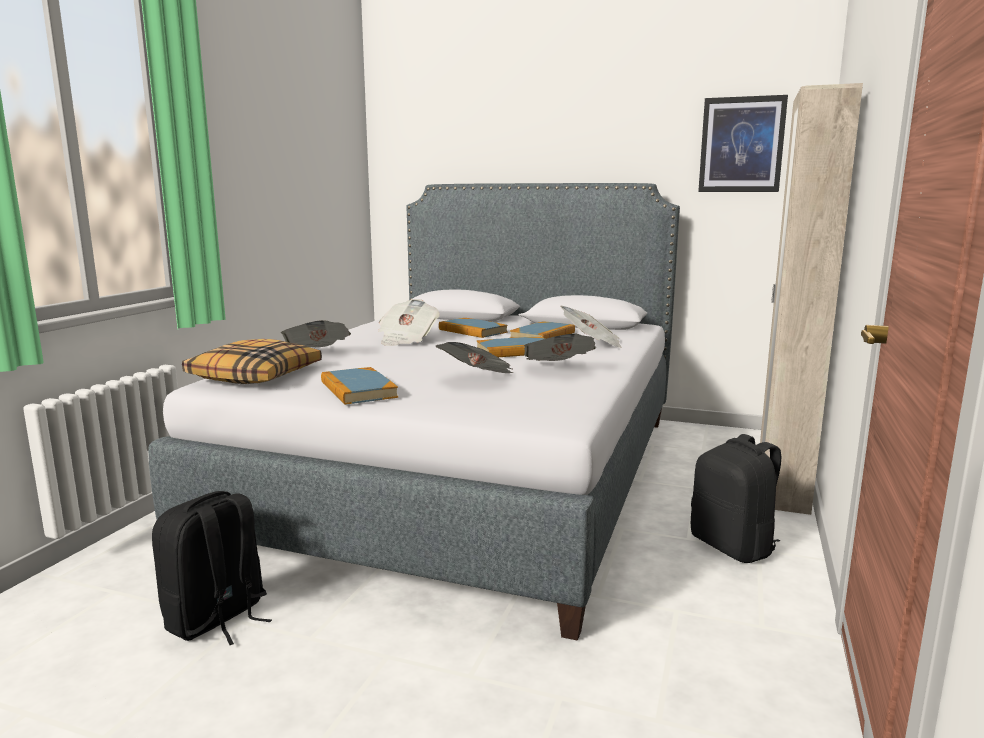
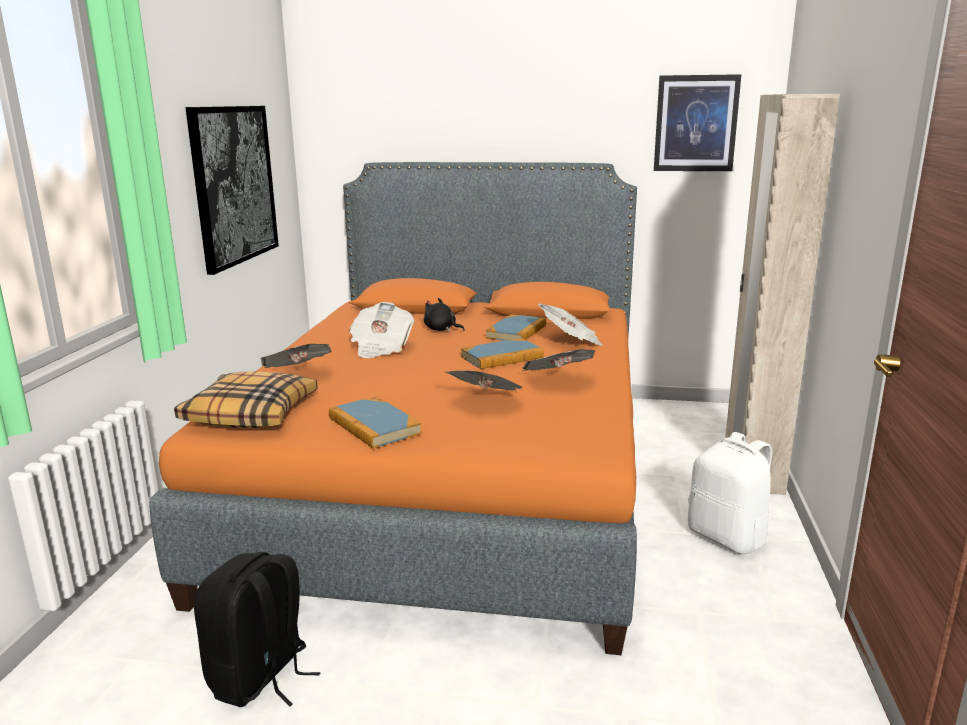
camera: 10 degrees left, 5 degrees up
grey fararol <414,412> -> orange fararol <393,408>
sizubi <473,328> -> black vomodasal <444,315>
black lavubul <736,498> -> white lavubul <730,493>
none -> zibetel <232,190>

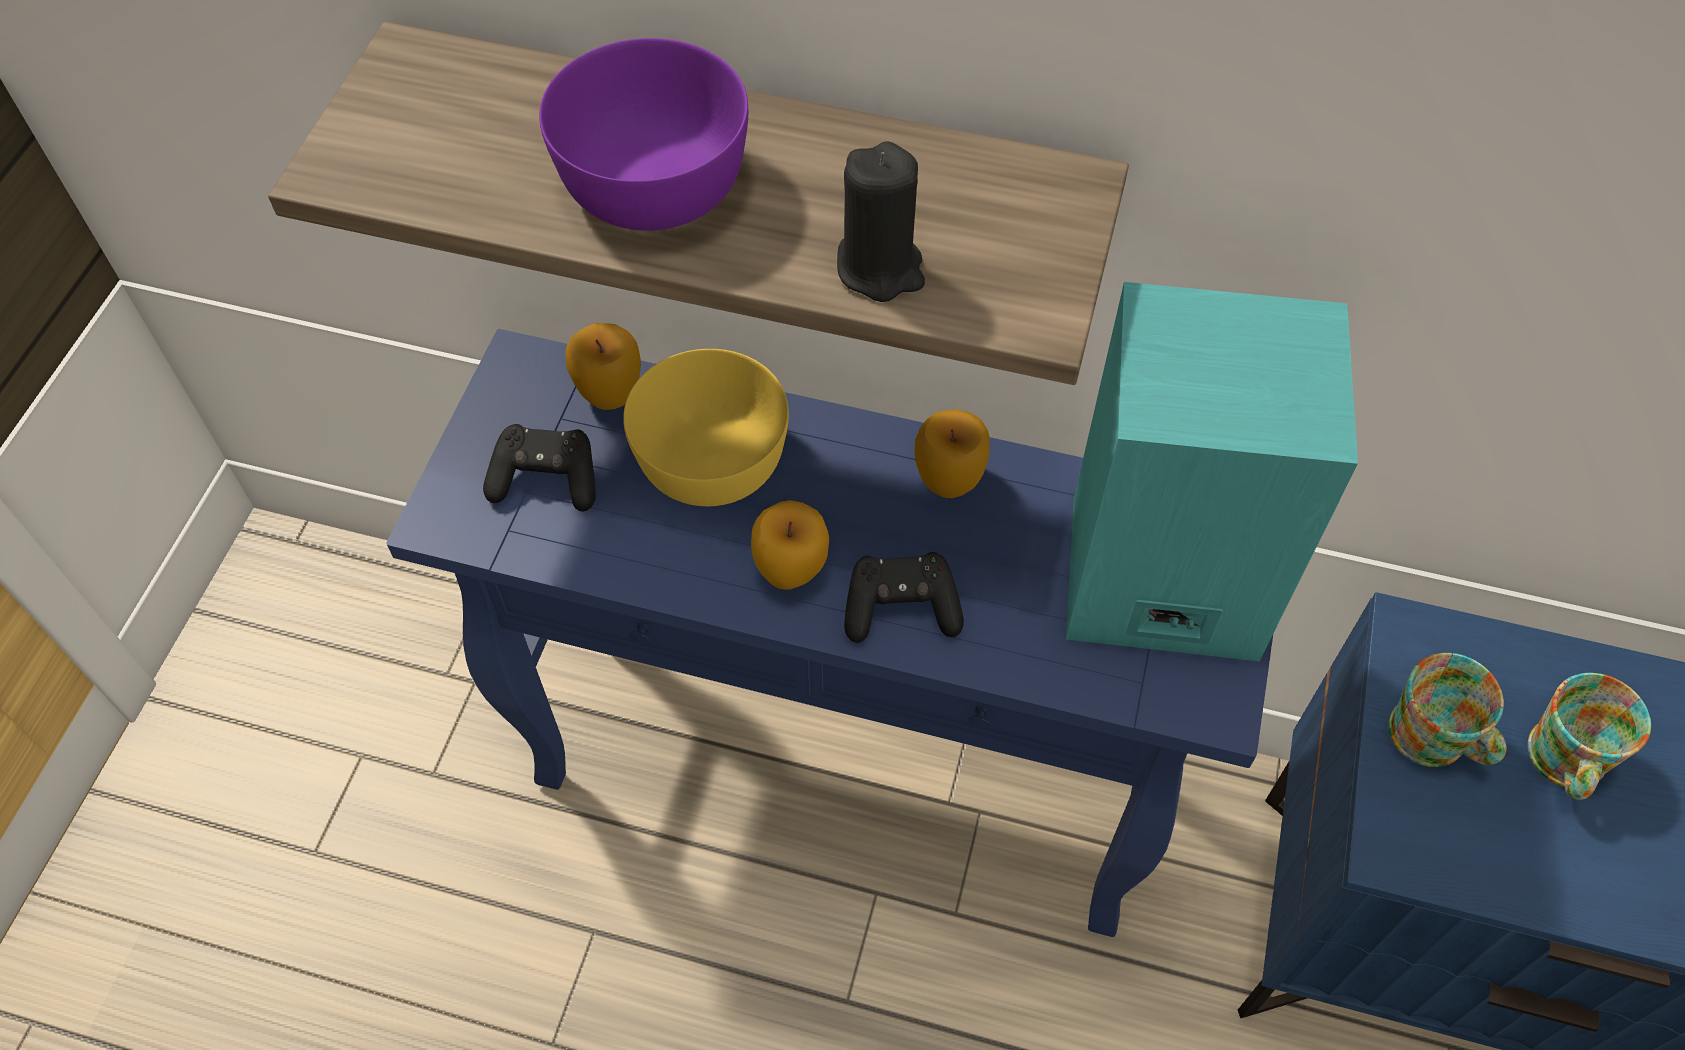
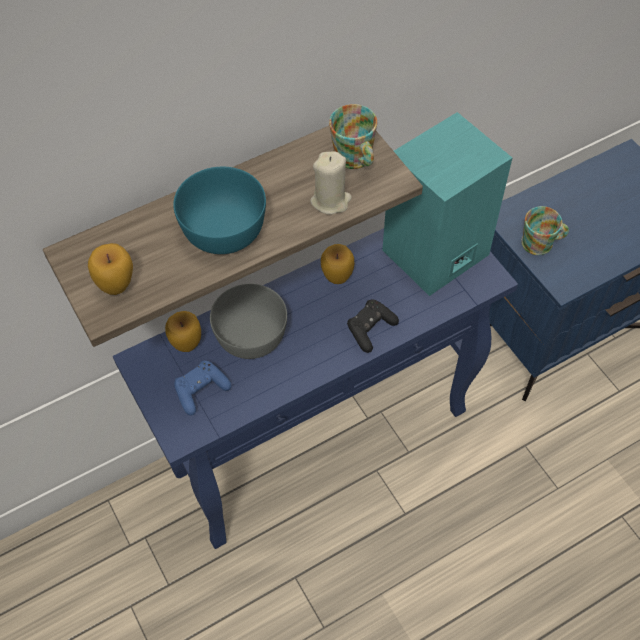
camera: 45 degrees left, 0 degrees up
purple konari <643,134> -> turquoise konari <219,210>
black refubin <881,221> -> beige refubin <331,183>
yellow konari <706,427> -> grey konari <248,321>
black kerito <539,468> -> blue kerito <202,388>
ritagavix <790,545> -> ritagavix <110,269>, move
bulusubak <1589,736> -> bulusubak <353,136>, move

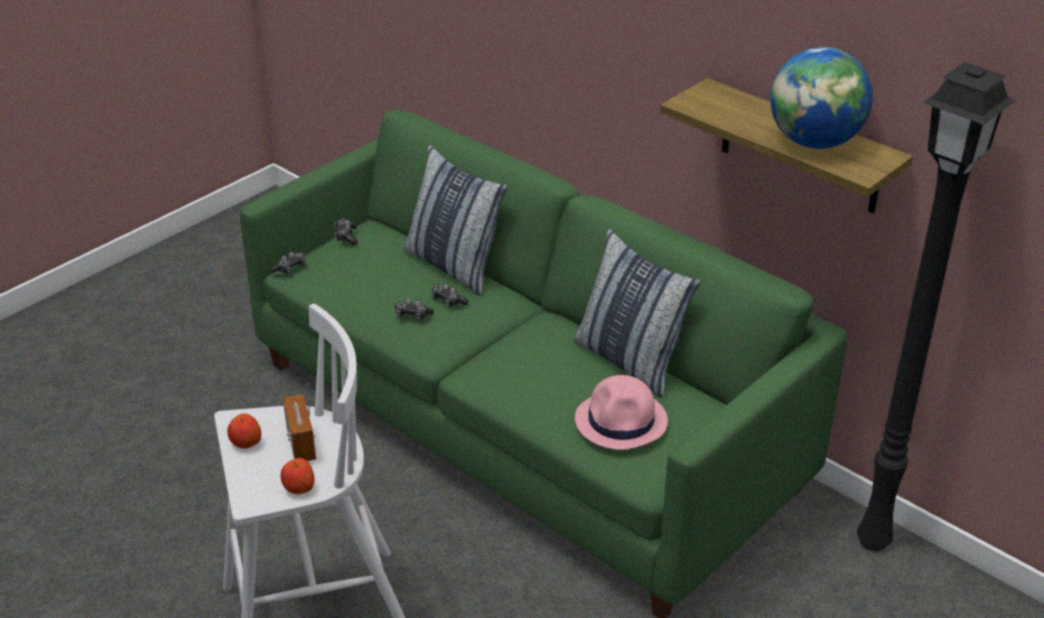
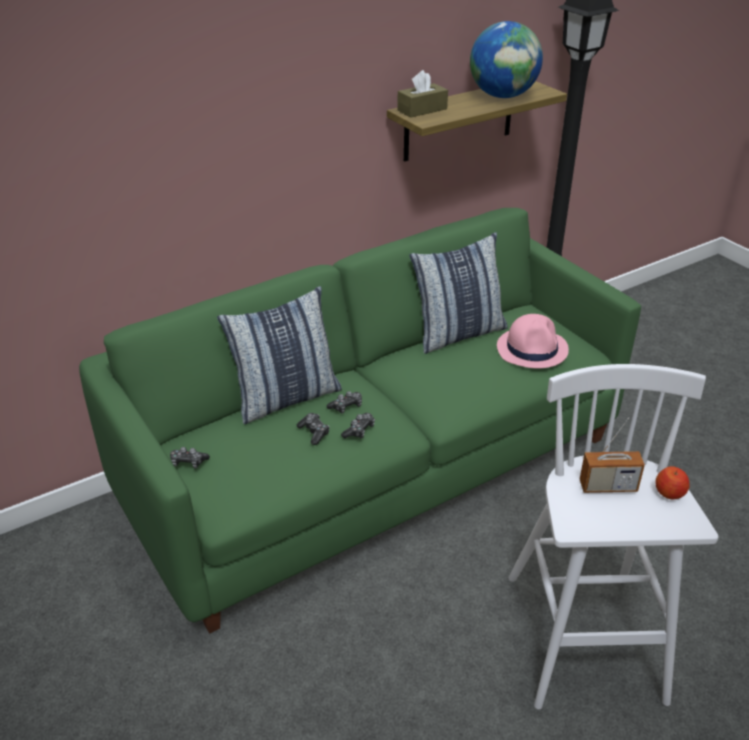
camera: 75 degrees left, 0 degrees up
kerito <288,263> -> kerito <313,429>, move
ritagavix <244,430> -> none
none -> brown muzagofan <422,93>

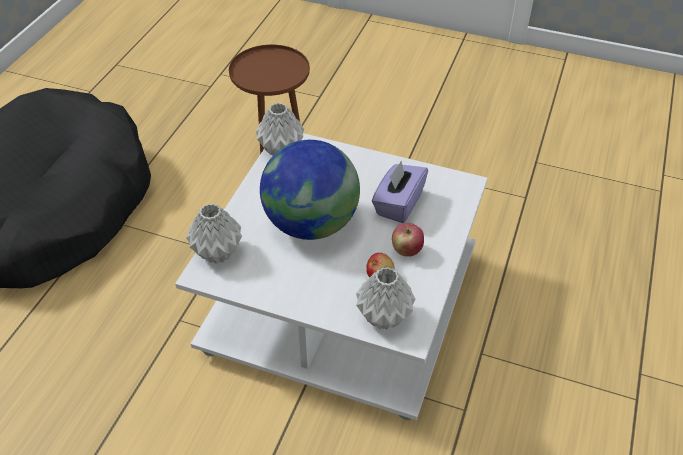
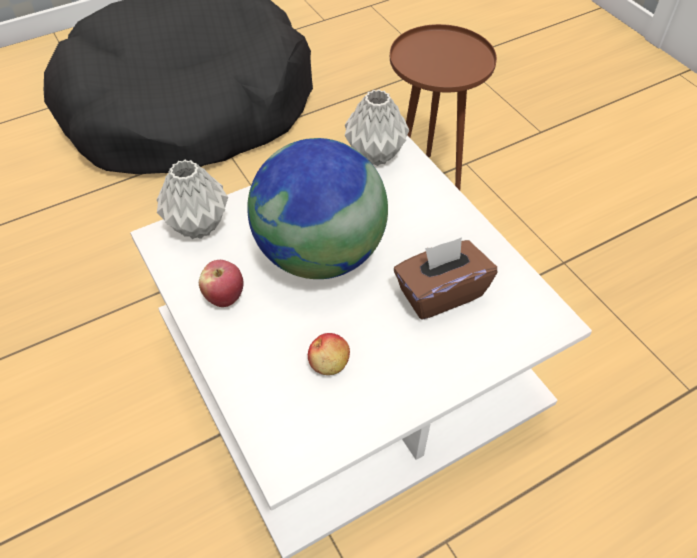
camera: 40 degrees right, 5 degrees up
purple muzagofan <400,192> -> brown muzagofan <446,278>
ritagavix <408,240> -> ritagavix <221,283>, move
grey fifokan <385,298> -> none

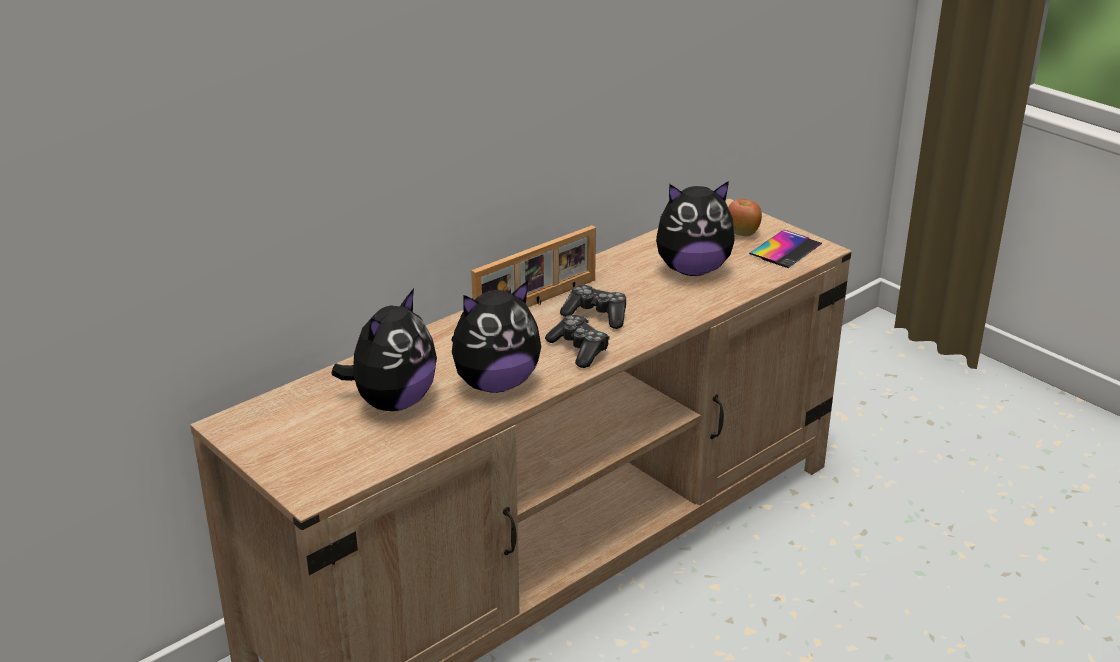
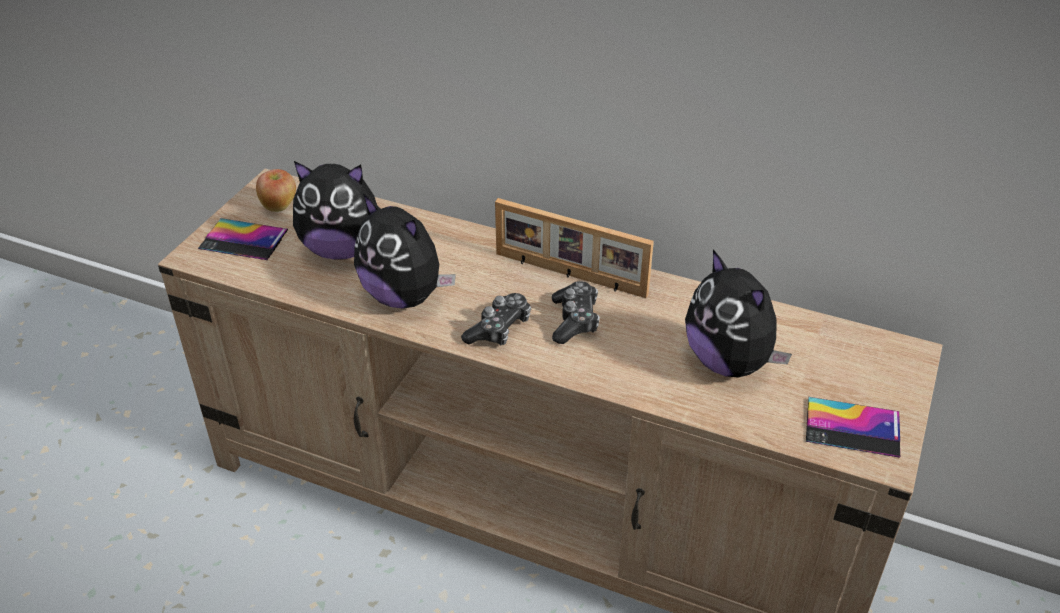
camera: 65 degrees right, 10 degrees up
ritagavix <745,218> -> ritagavix <276,190>, move
none -> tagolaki <243,239>

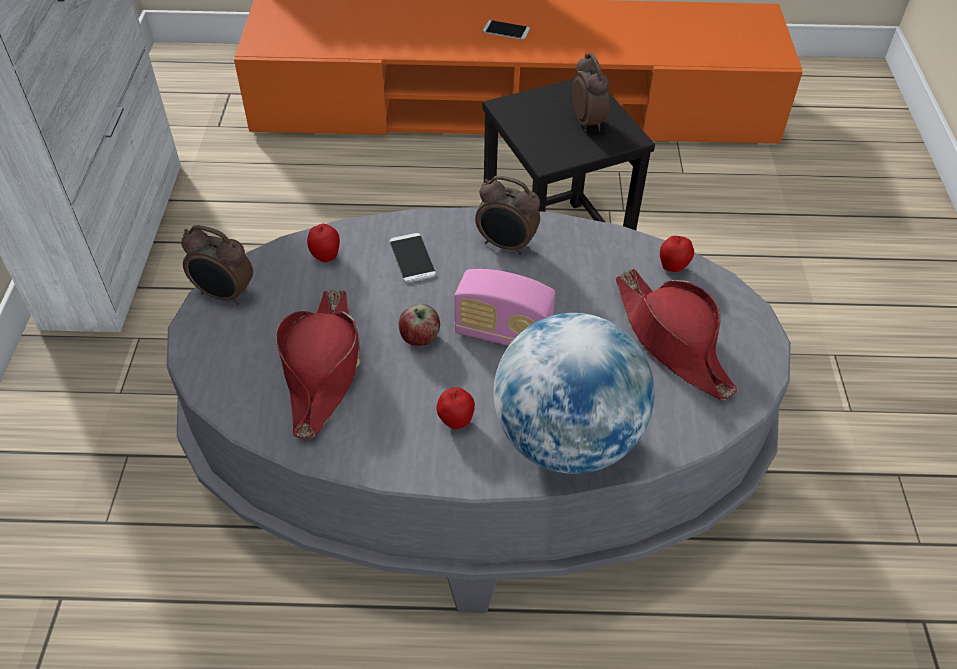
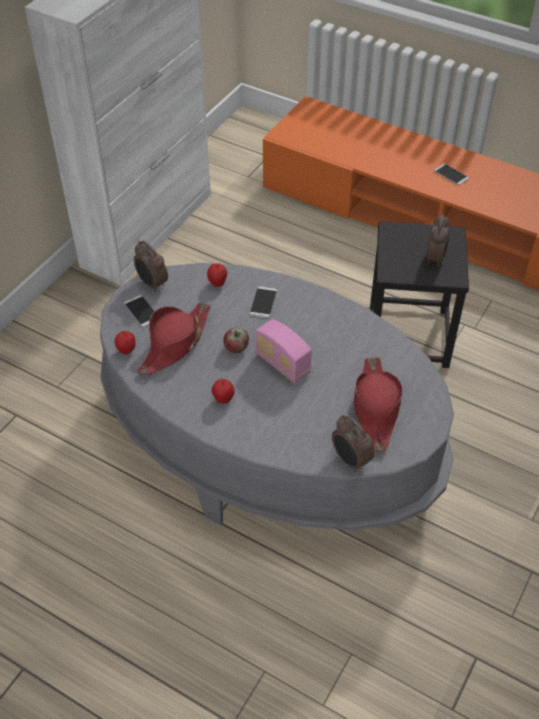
camera: 30 degrees right, 0 degrees up
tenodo <507,215> -> tenodo <353,443>, move
ritagavix <677,254> -> ritagavix <125,343>, move
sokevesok <573,393> -> none
none -> tagolaki <139,311>

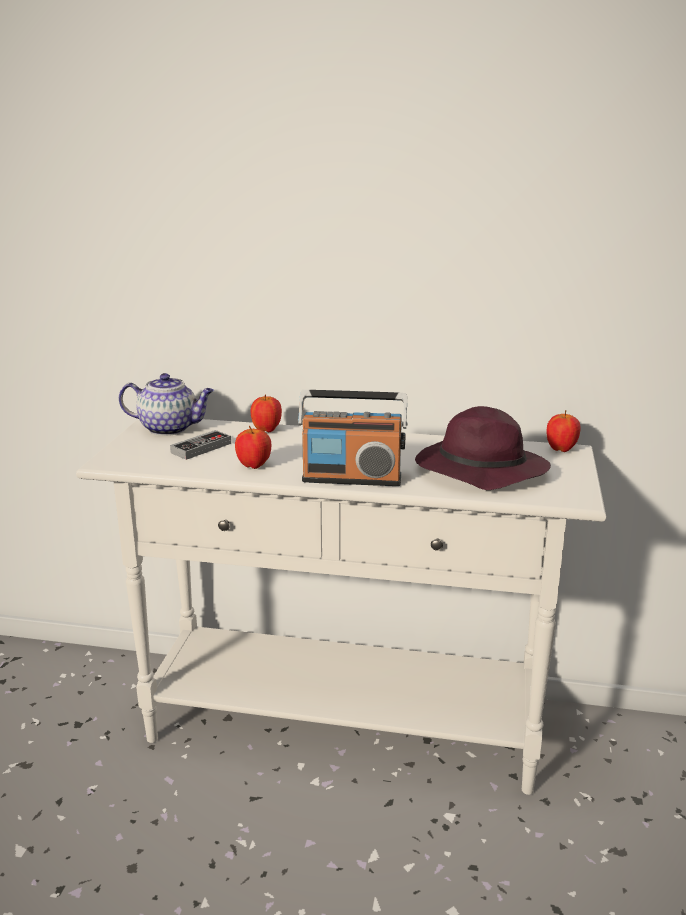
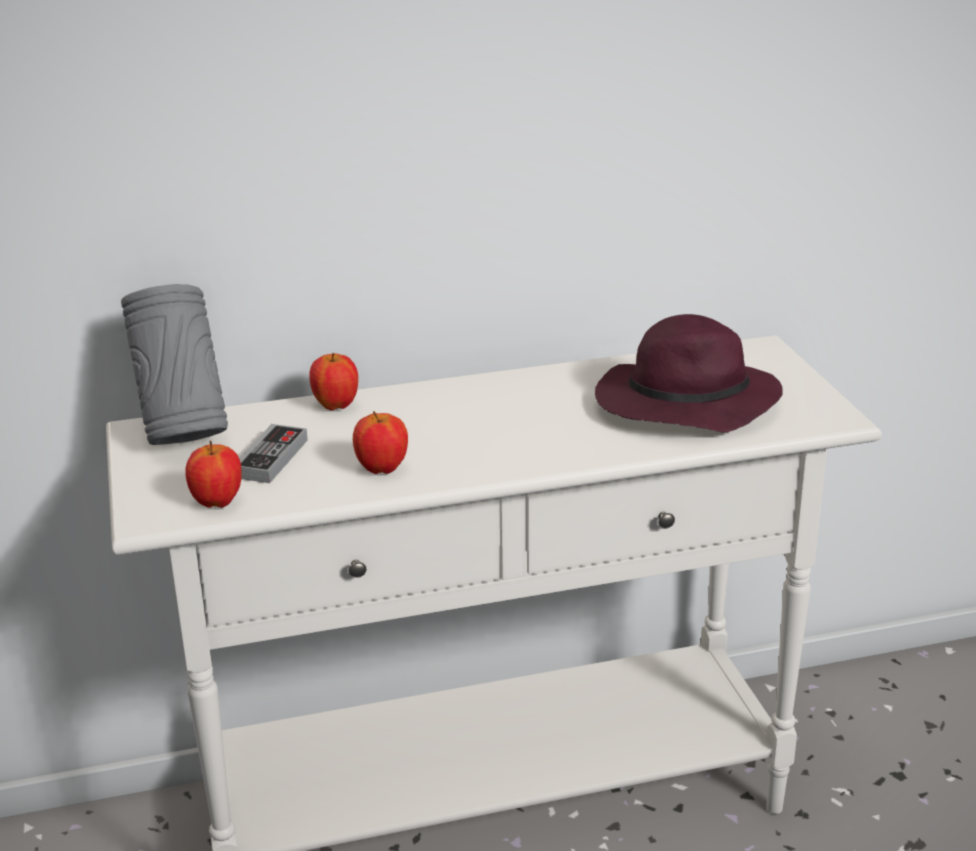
camera: 25 degrees left, 5 degrees up
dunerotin <166,404> -> grey fifokan <174,364>
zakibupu <352,438> -> none
ritagavix <564,431> -> ritagavix <213,474>, move

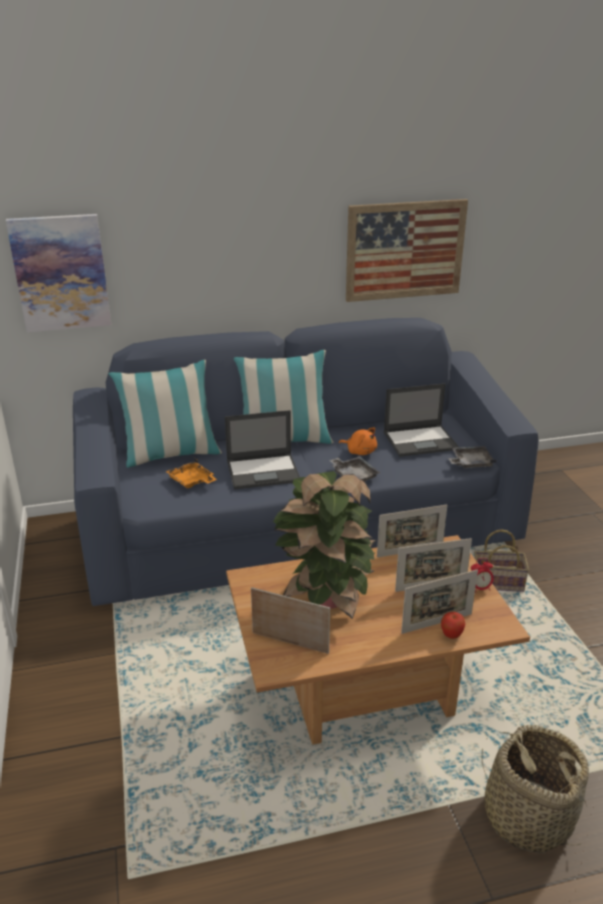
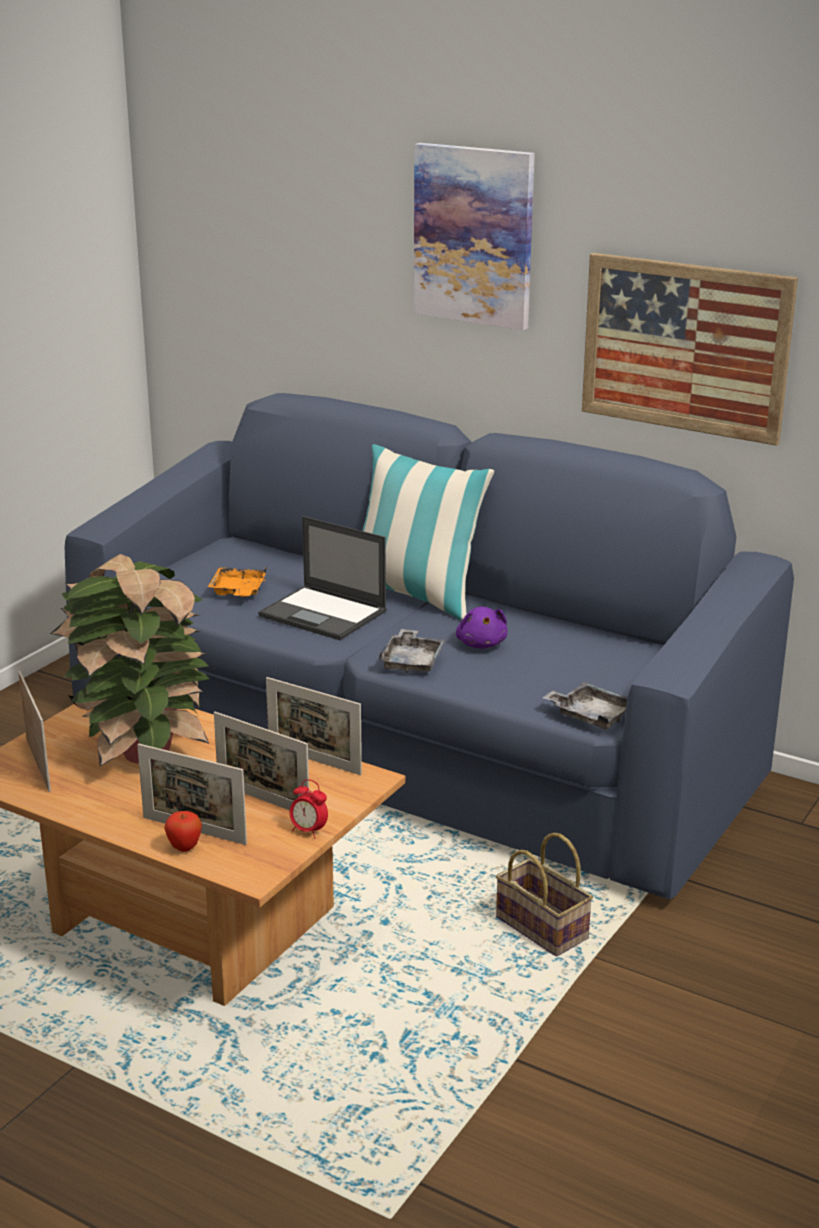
camera: 45 degrees right, 5 degrees down
zibetel <58,273> -> zibetel <474,236>, move
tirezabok <165,414> -> none
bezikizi <421,420> -> none
orange vomodasal <358,441> -> purple vomodasal <481,628>
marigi <535,789> -> none

